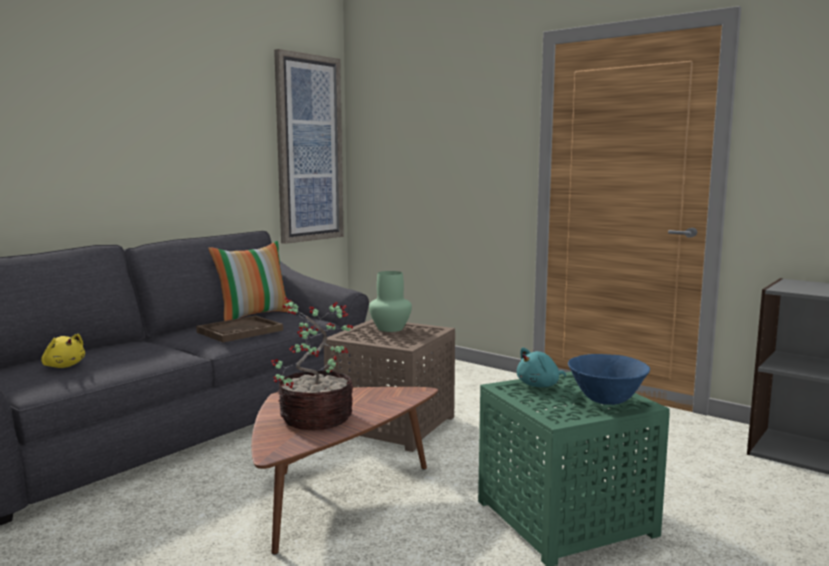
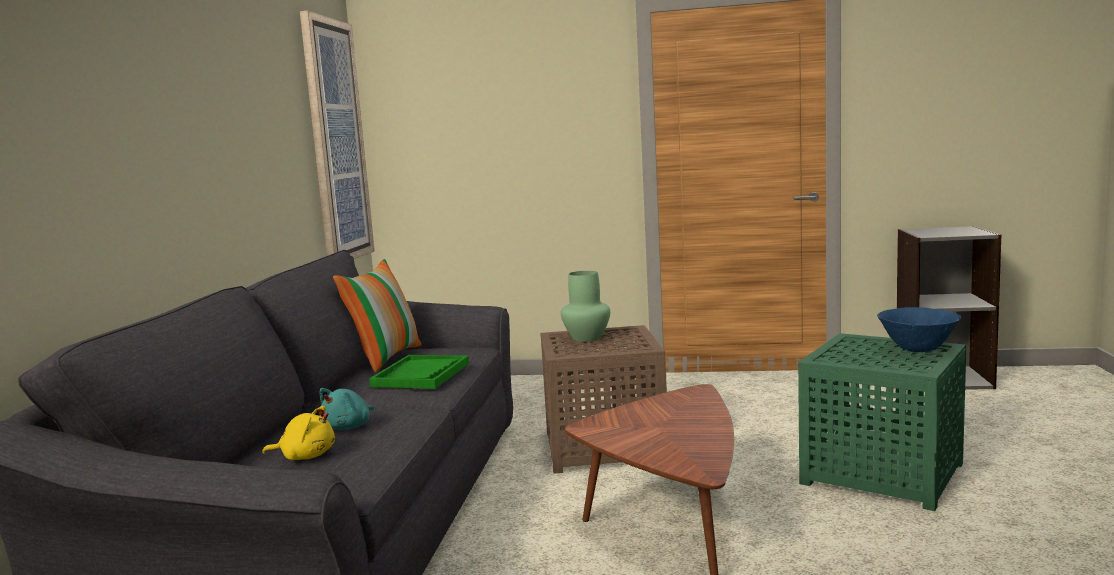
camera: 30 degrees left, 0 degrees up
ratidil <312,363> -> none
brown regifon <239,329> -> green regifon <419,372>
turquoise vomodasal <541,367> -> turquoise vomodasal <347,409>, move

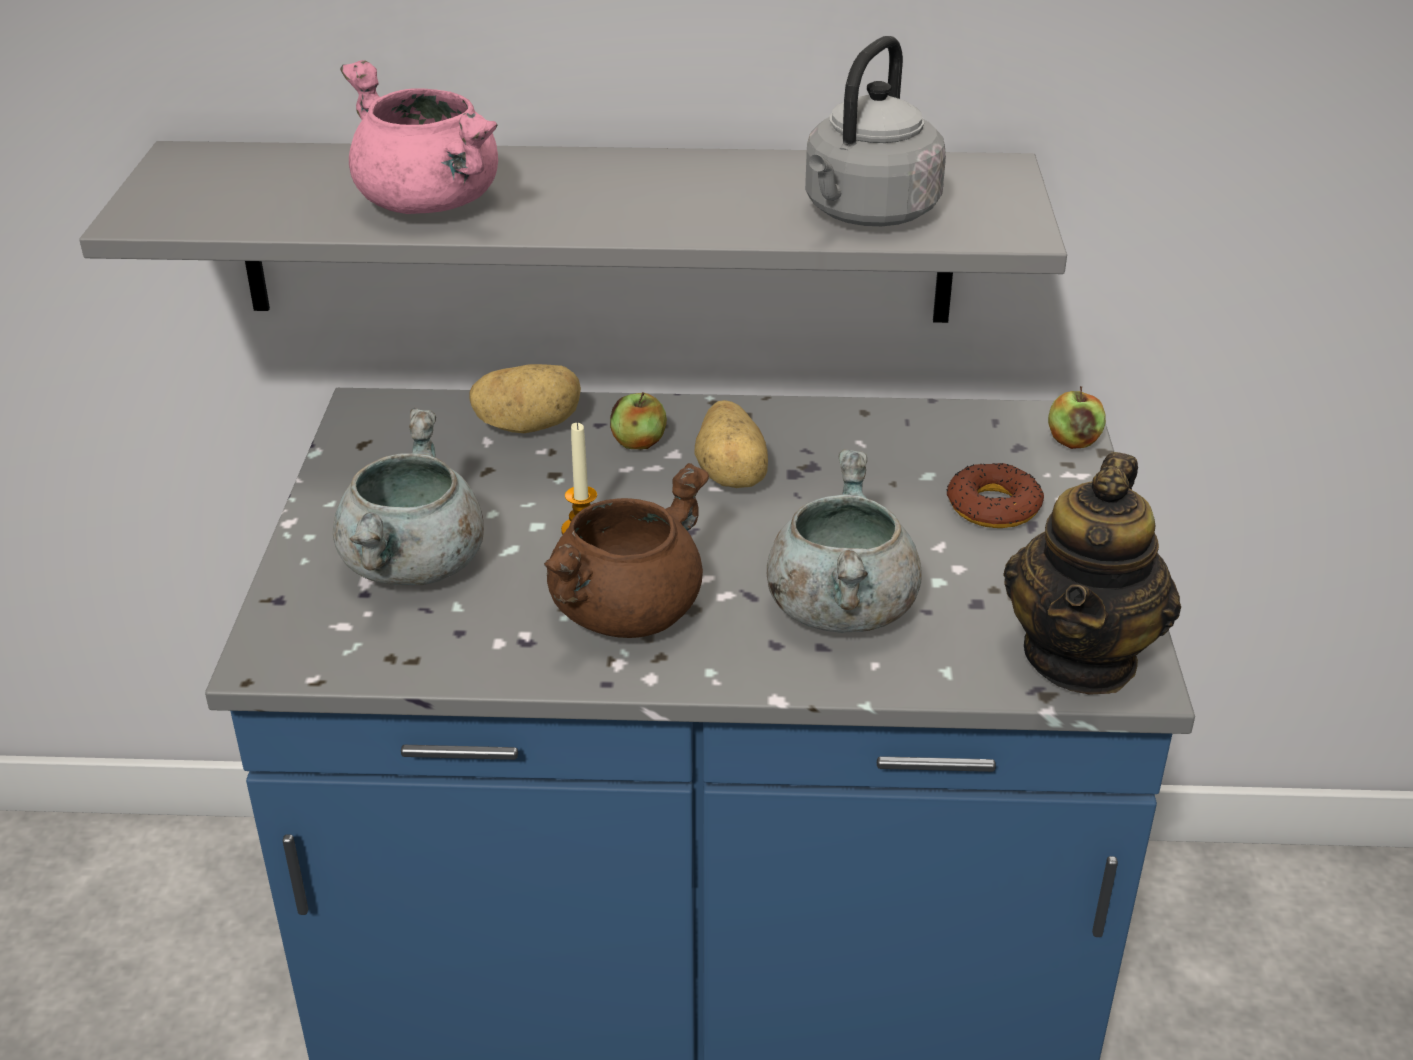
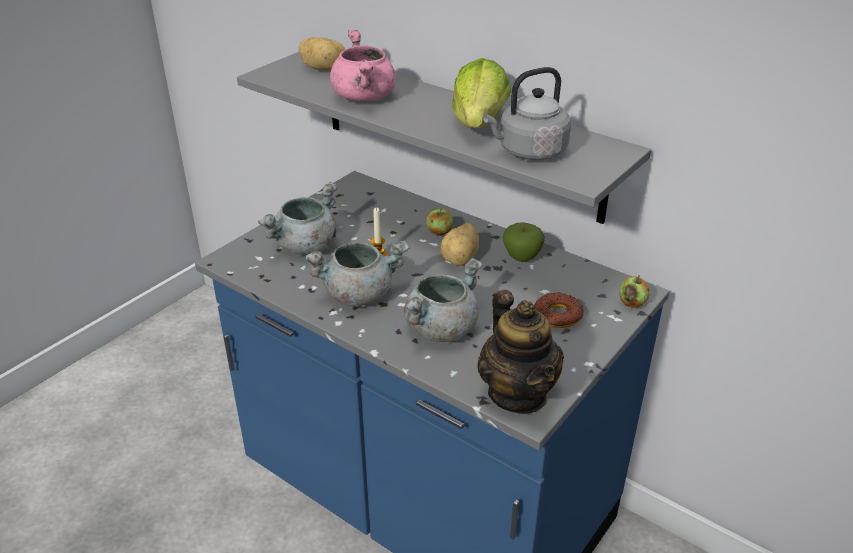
camera: 35 degrees right, 0 degrees up
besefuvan <525,398> -> besefuvan <322,53>, move
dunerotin <1092,573> -> dunerotin <520,352>, 75 degrees counterclockwise
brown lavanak <626,550> -> grey lavanak <357,273>
none -> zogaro <481,93>
none -> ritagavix <523,242>

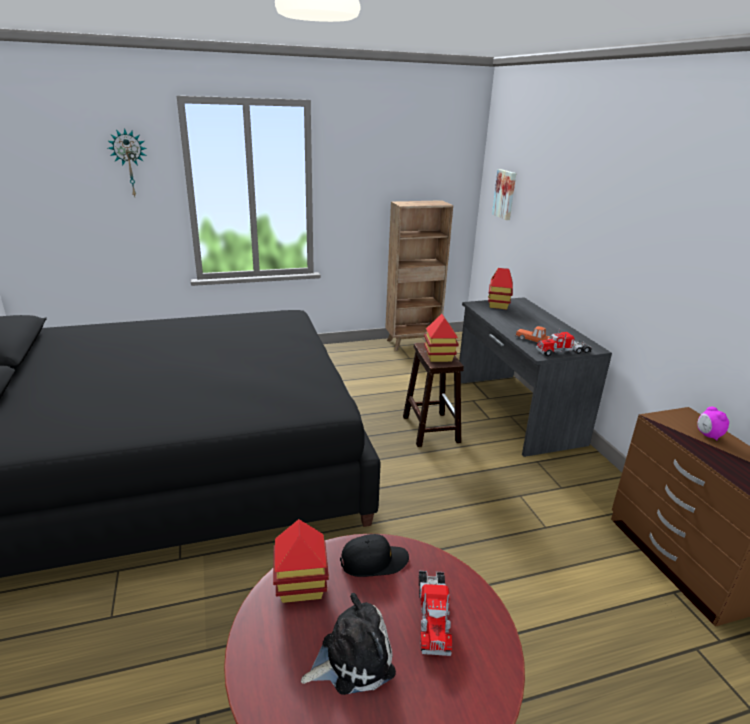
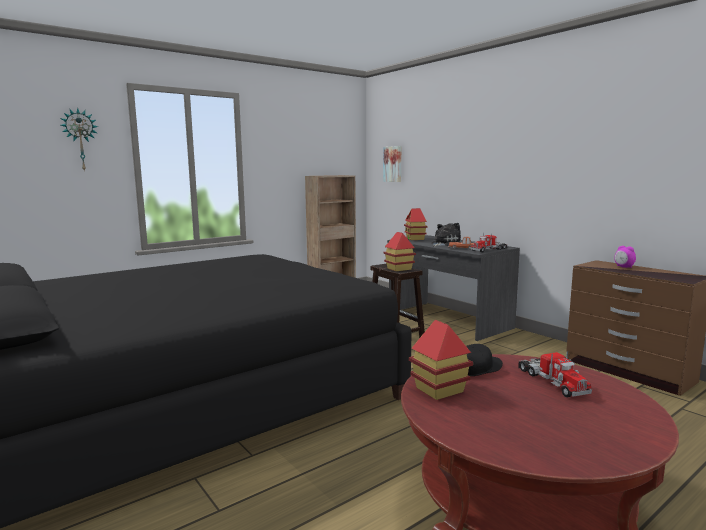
camera: 20 degrees left, 15 degrees down
vomodasal <348,644> -> vomodasal <446,235>, move

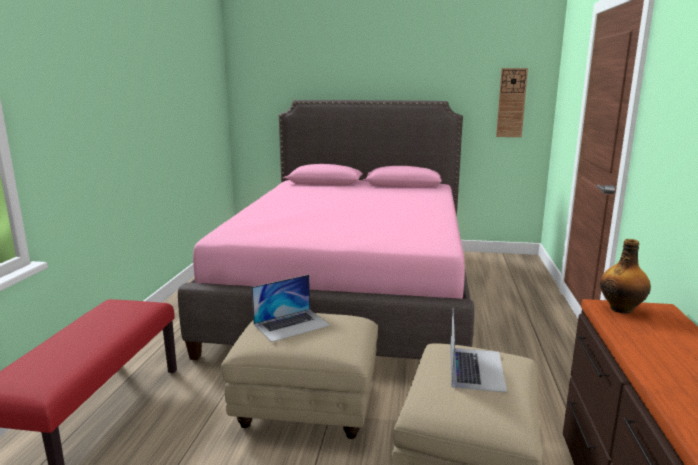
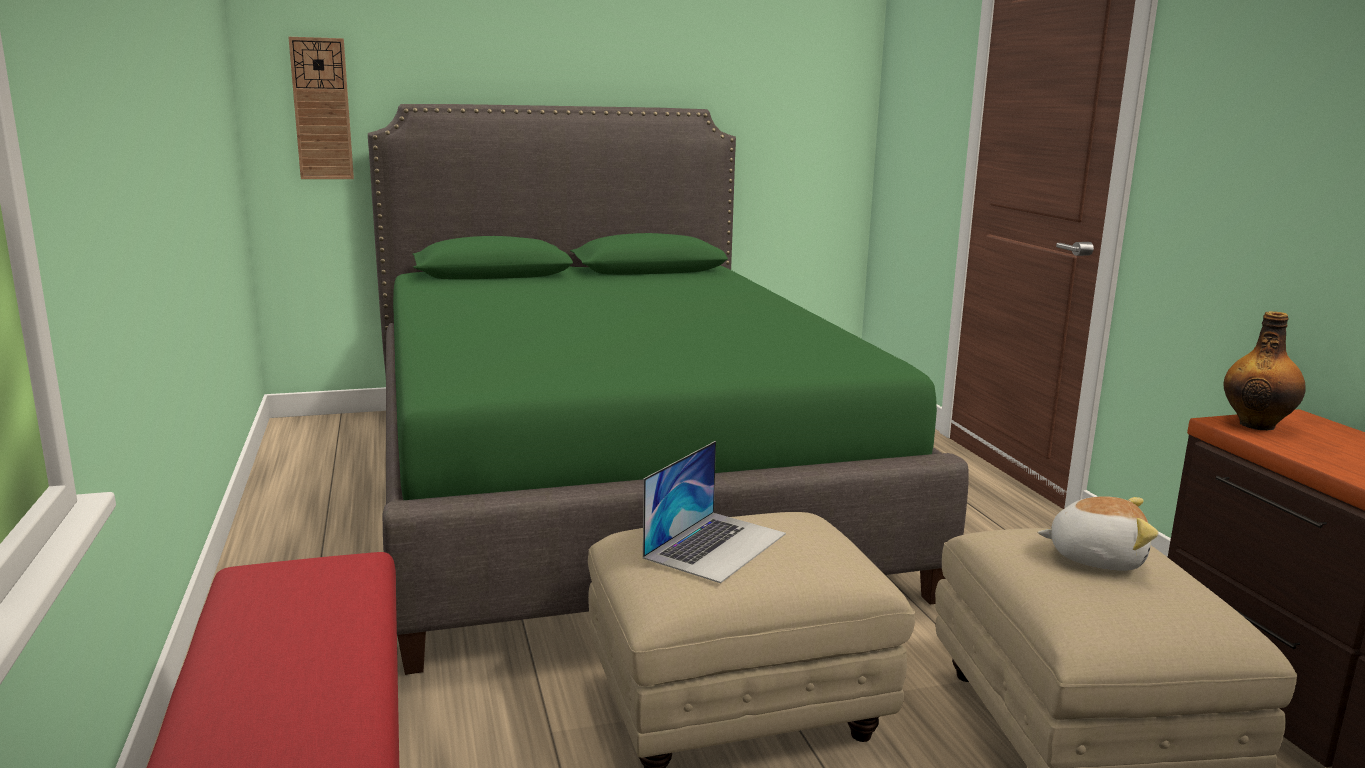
camera: 25 degrees left, 0 degrees up
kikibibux <512,102> -> kikibibux <321,108>, move
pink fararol <326,230> -> green fararol <668,389>
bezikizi <478,352> -> vomodasal <1097,533>

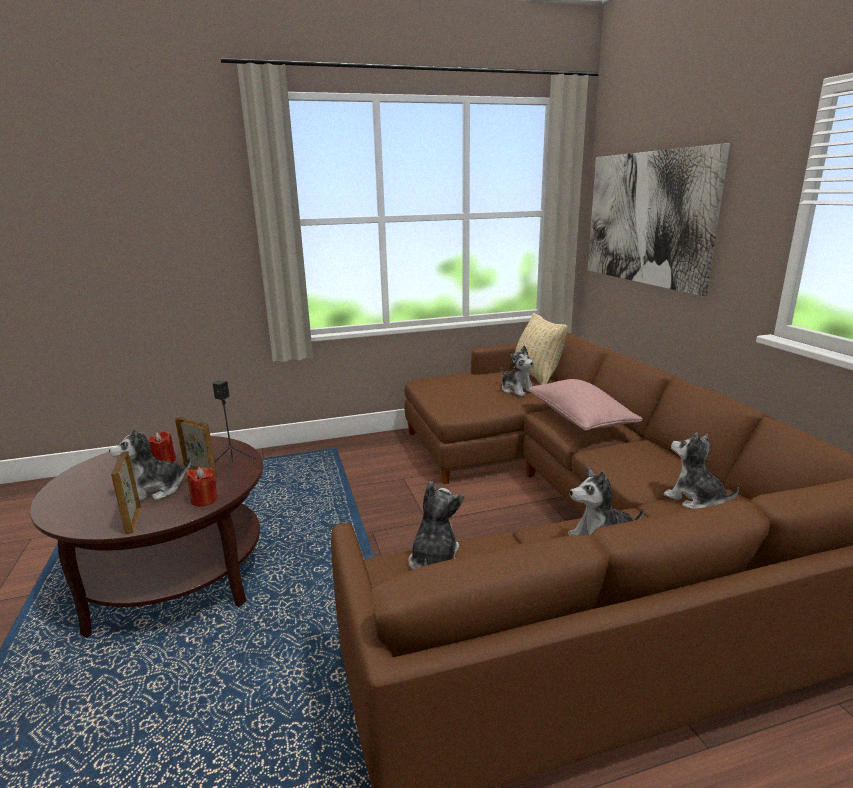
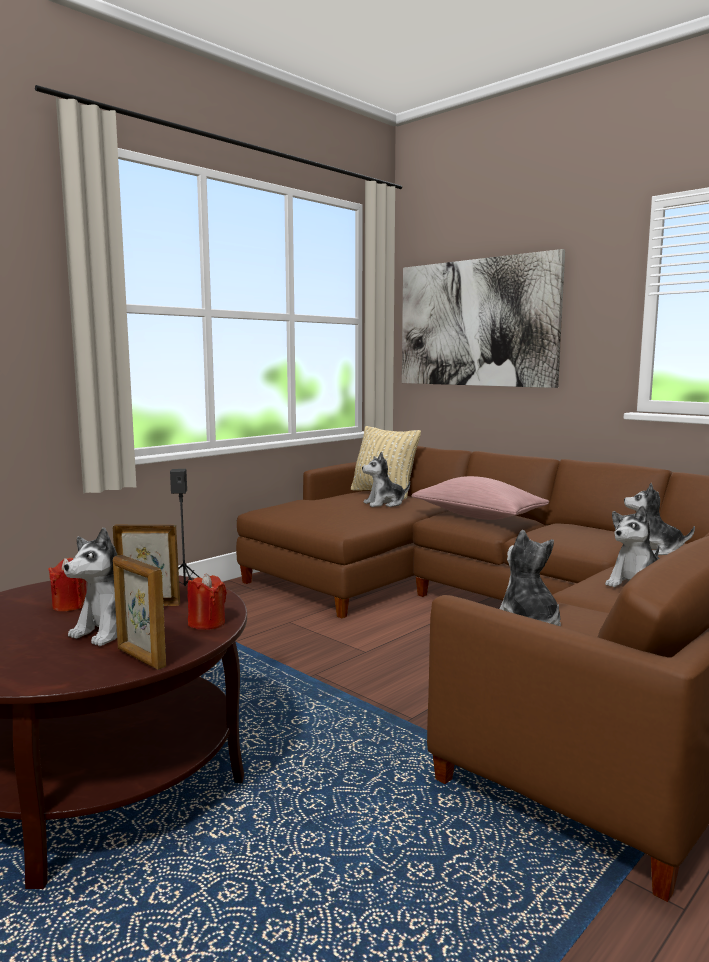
camera: 30 degrees left, 10 degrees down
vomodasal <517,370> -> vomodasal <386,479>, 135 degrees clockwise

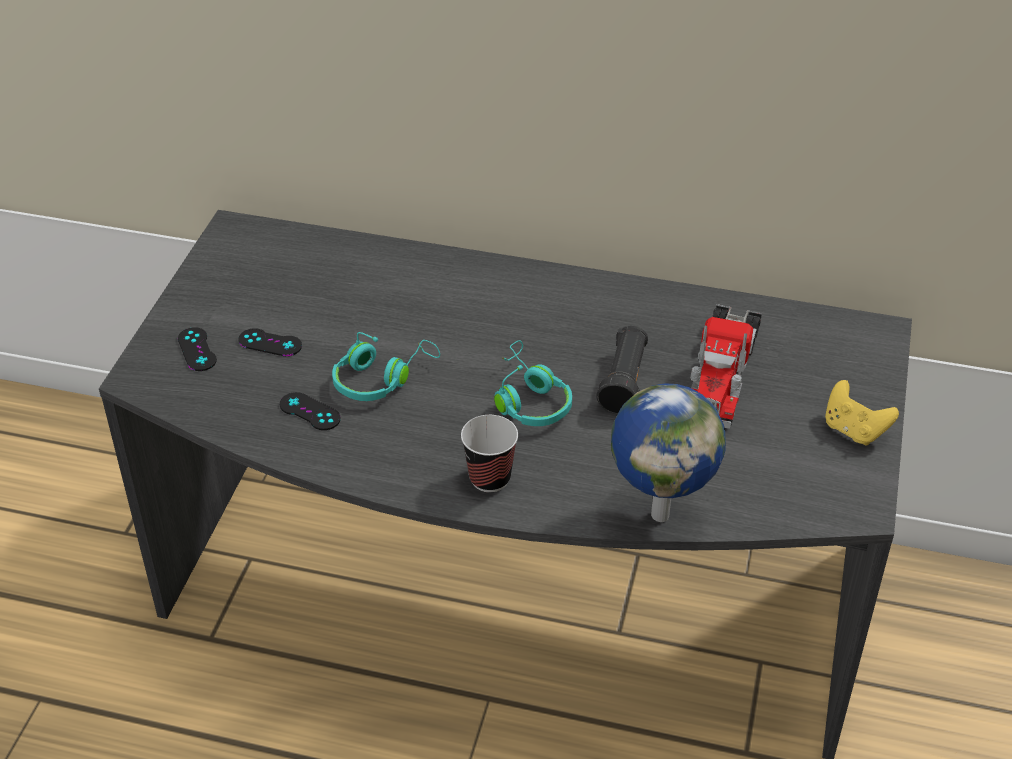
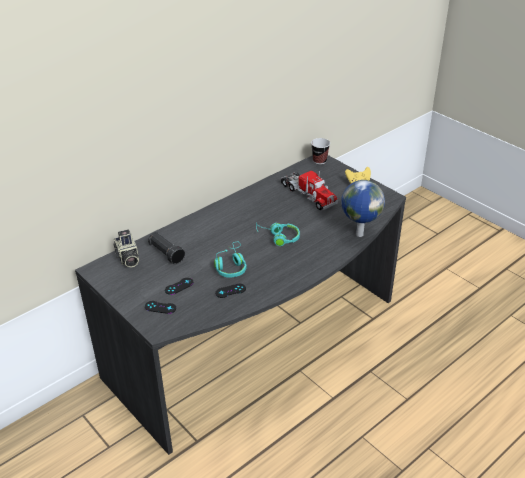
camera: 55 degrees left, 5 degrees down
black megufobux <622,370> -> black megufobux <166,248>, move
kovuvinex <489,453> -> kovuvinex <320,151>, move
none -> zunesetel <126,248>

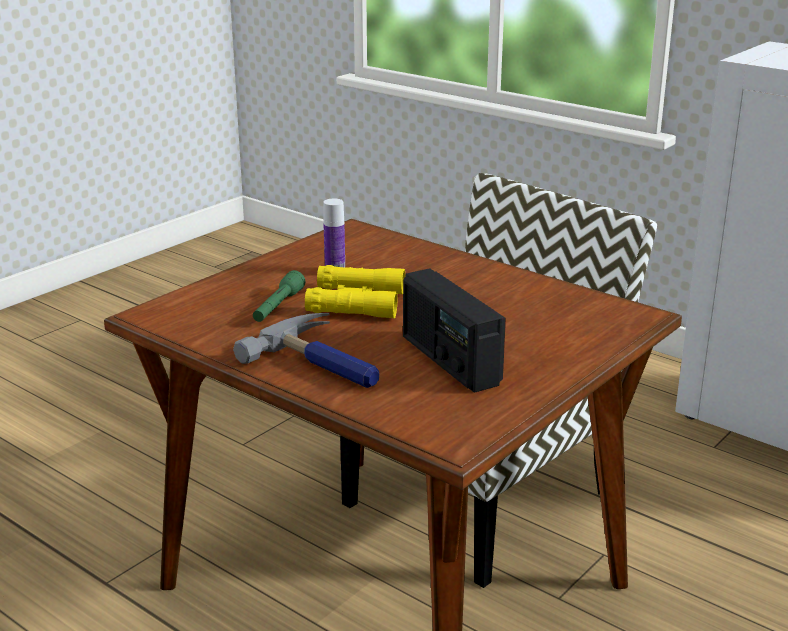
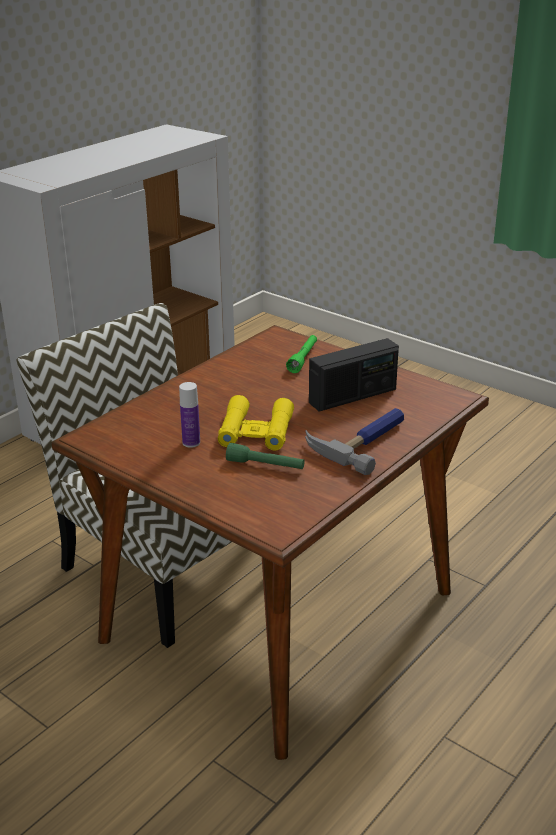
camera: 90 degrees left, 5 degrees up
none -> green megufobux <301,354>

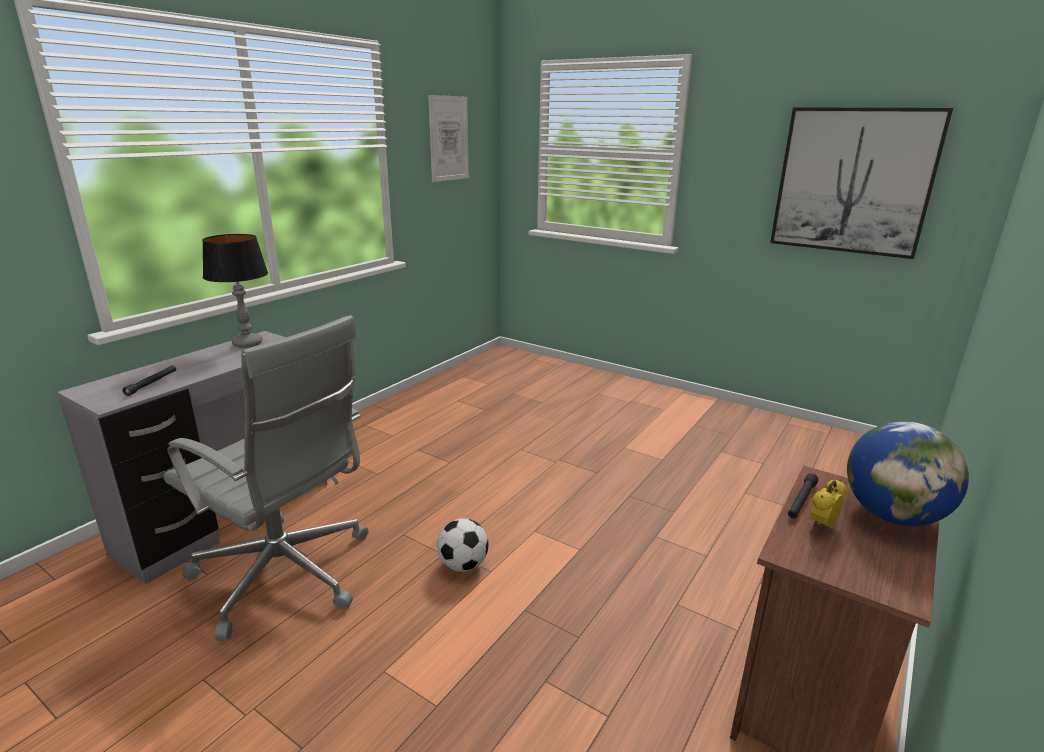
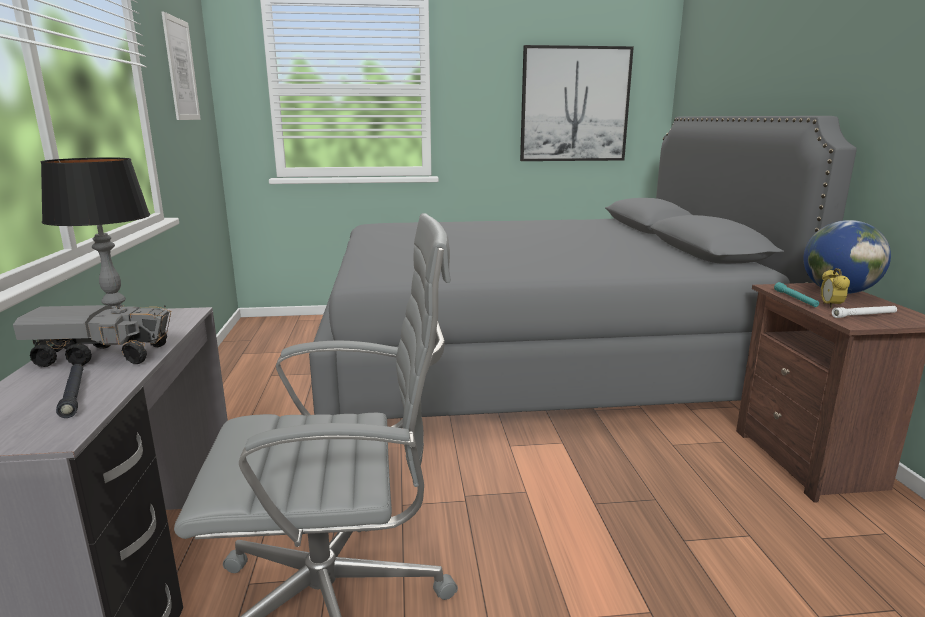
camera: 40 degrees left, 5 degrees down
black megufobux <803,495> -> turquoise megufobux <796,294>
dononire <463,545> -> none
none -> grey fararol <583,267>
none -> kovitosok <92,336>
none -> white megufobux <864,312>

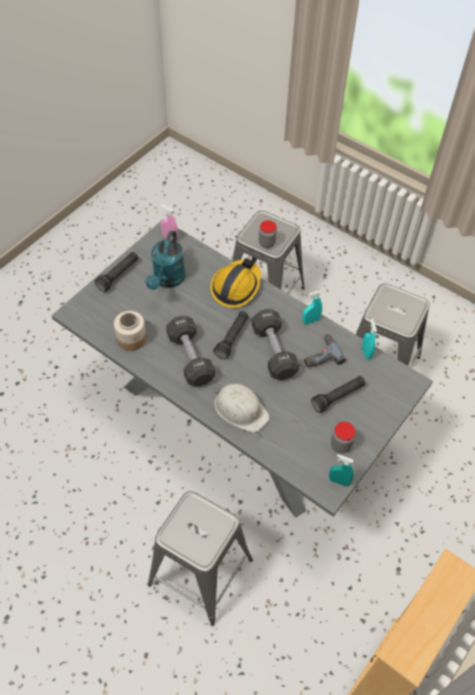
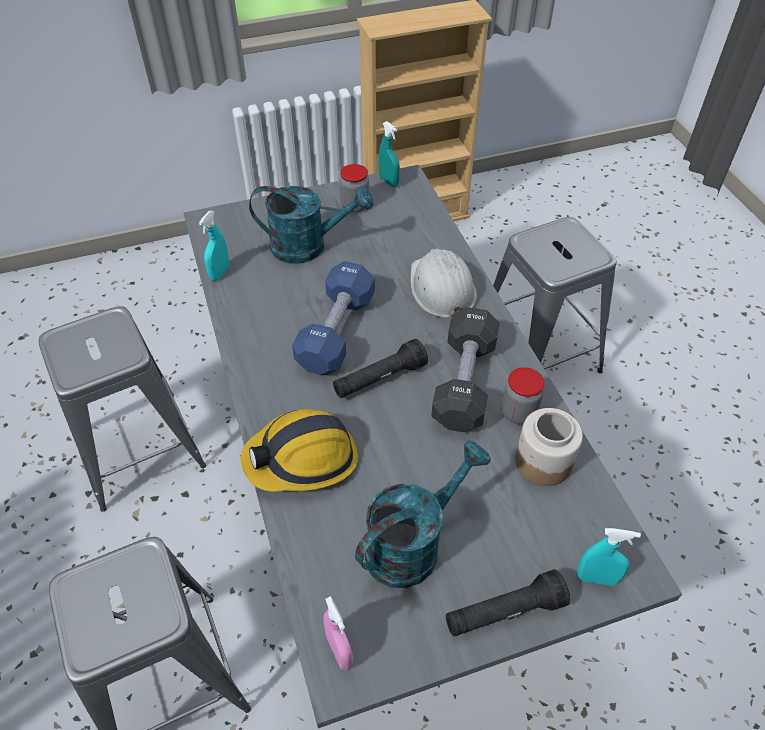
camera: 145 degrees left, 5 degrees down
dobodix <268,234> -> dobodix <523,396>, move
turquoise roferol <312,307> -> turquoise roferol <609,557>, move
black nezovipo <275,344> -> blue nezovipo <333,318>
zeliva <325,350> -> none
black megufobux <338,394> -> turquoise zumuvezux <311,225>

